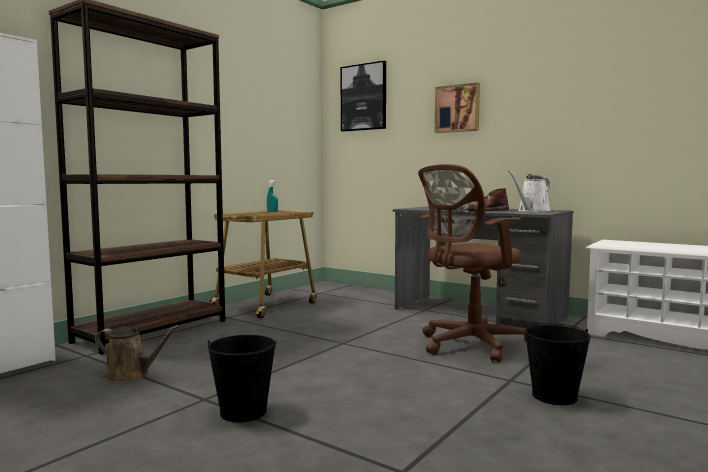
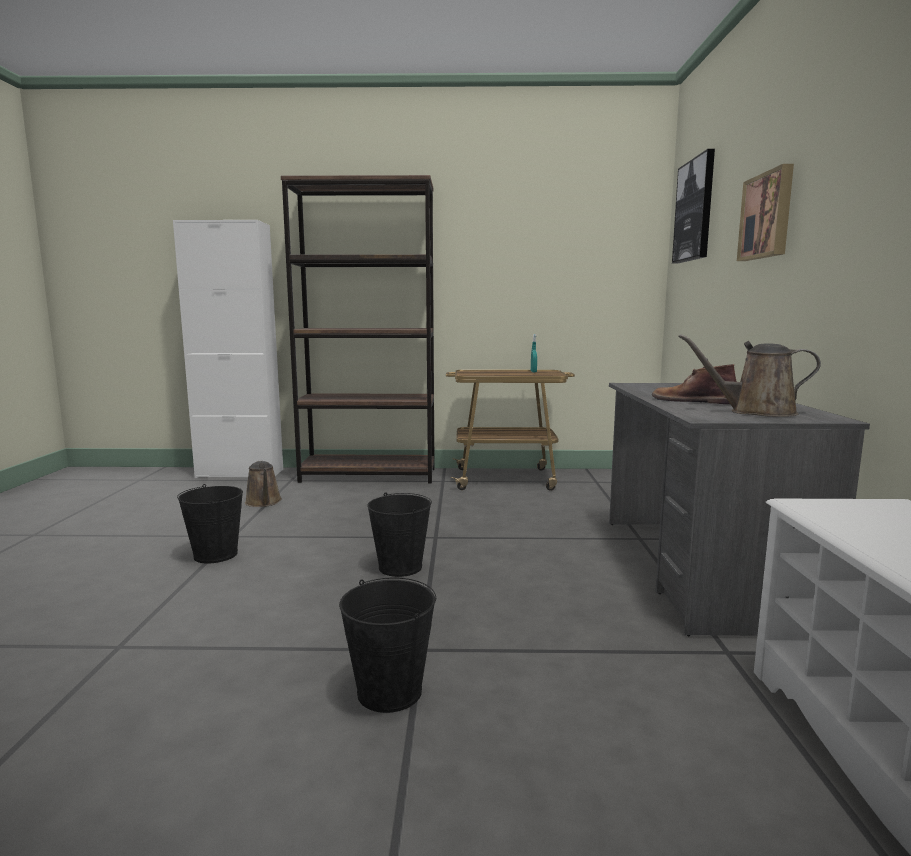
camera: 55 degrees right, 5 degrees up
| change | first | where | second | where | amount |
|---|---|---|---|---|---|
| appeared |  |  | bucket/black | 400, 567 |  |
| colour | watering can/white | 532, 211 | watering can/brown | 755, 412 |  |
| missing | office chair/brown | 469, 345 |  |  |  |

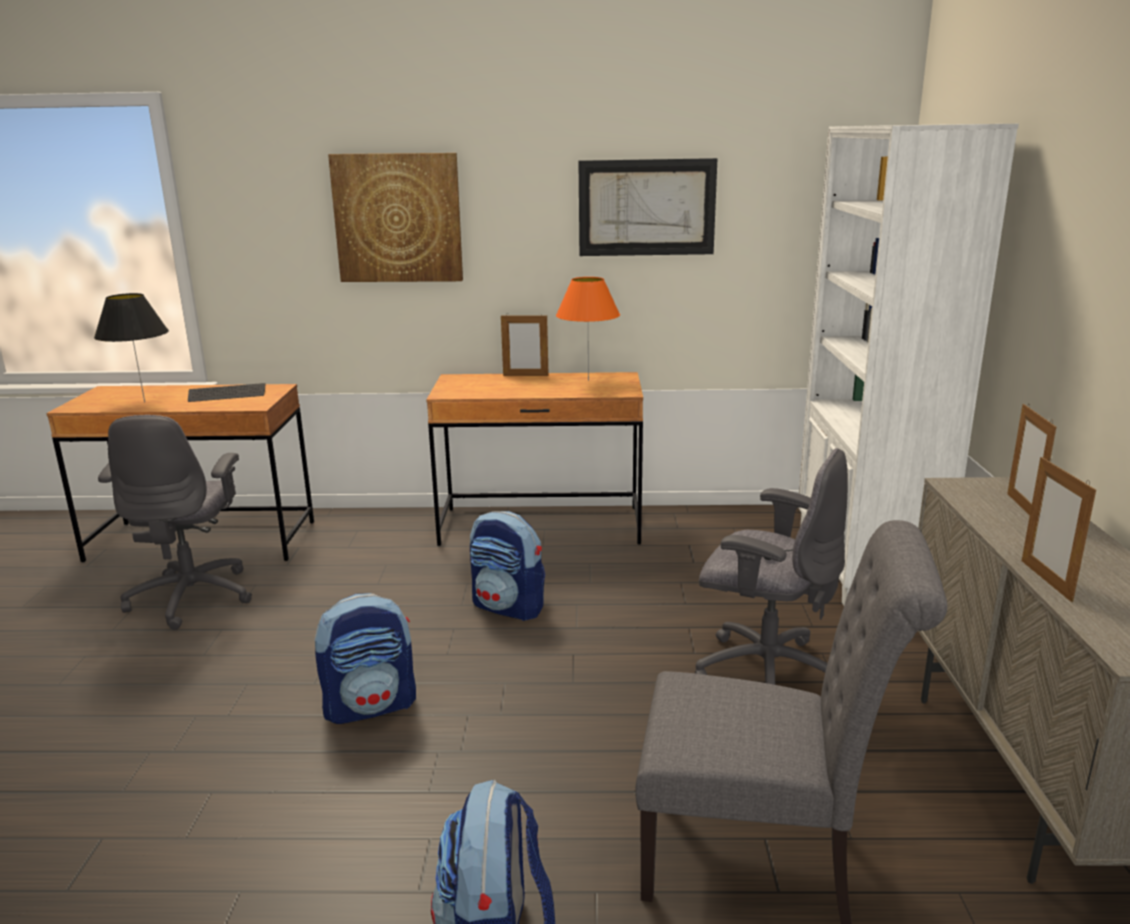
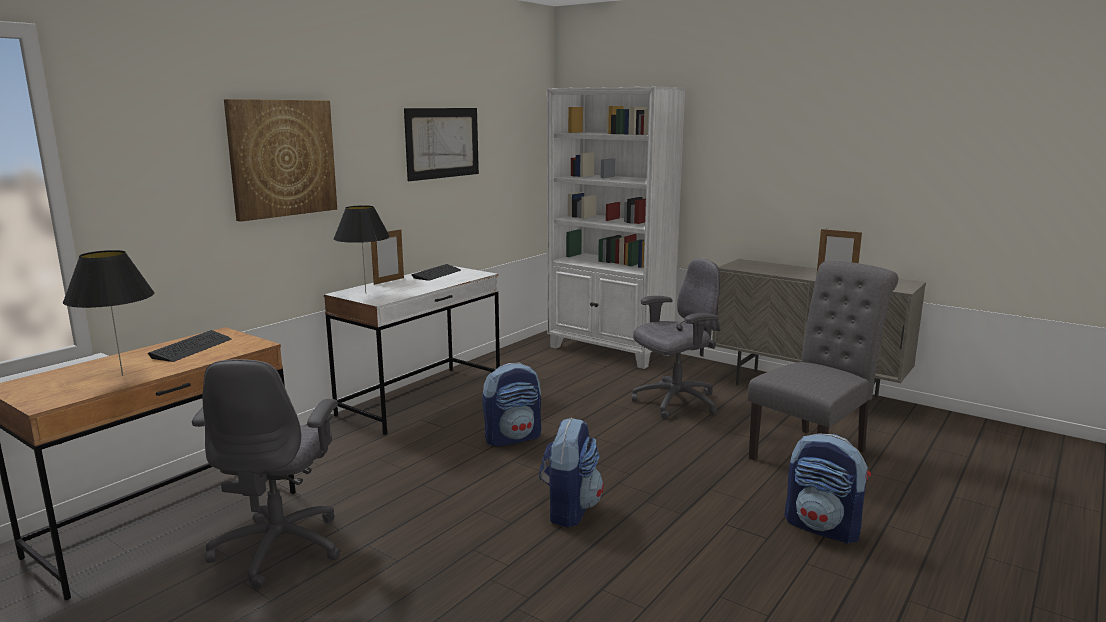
camera: 55 degrees left, 5 degrees down
| change | first | where | second | where | amount |
|---|---|---|---|---|---|
| spun | office chair/grey | 193, 596 |  | 281, 547 | 60 degrees clockwise |
| colour | desk/brown | 541, 526 | desk/white | 422, 399 |  |
| appeared |  |  | table lamp/black | 366, 293 |  |
| exchanged | table lamp/orange | 588, 380 | keyboard | 437, 274 |  |
| missing | picture frame | 1022, 507 |  |  |  |

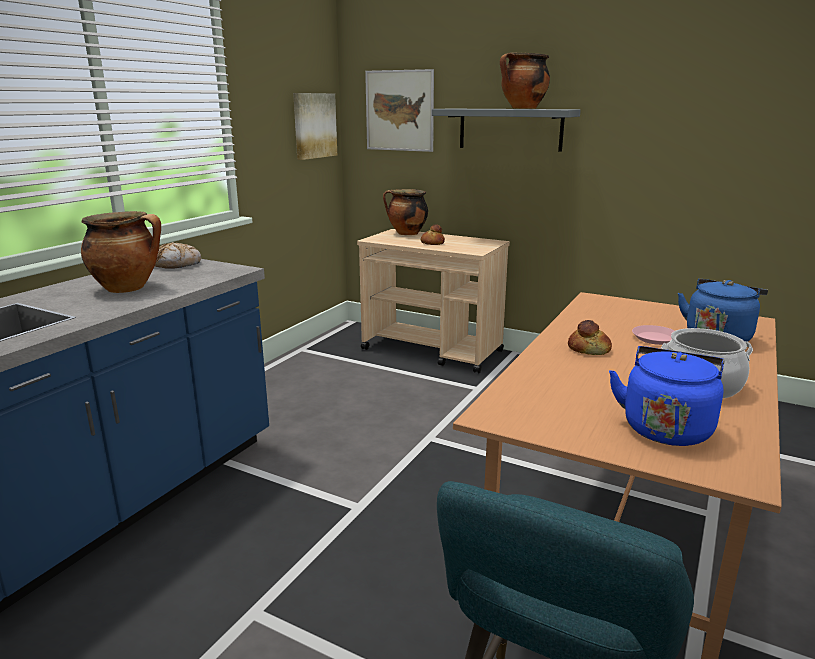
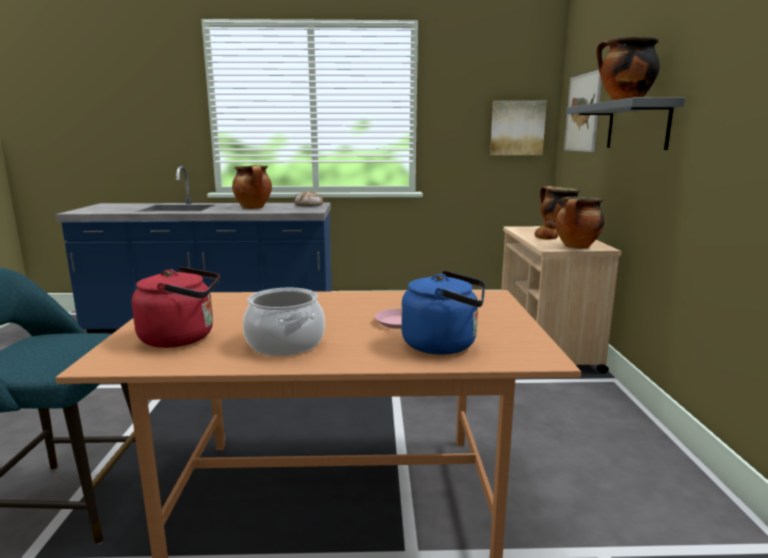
camera: 60 degrees right, 5 degrees down
| change | first | where | second | where | amount |
|---|---|---|---|---|---|
| colour | kettle/blue | 666, 427 | kettle/red | 183, 338 |  |
| appeared |  |  | cooking pot | 577, 247 |  |
| missing | bread | 589, 349 |  |  |  |

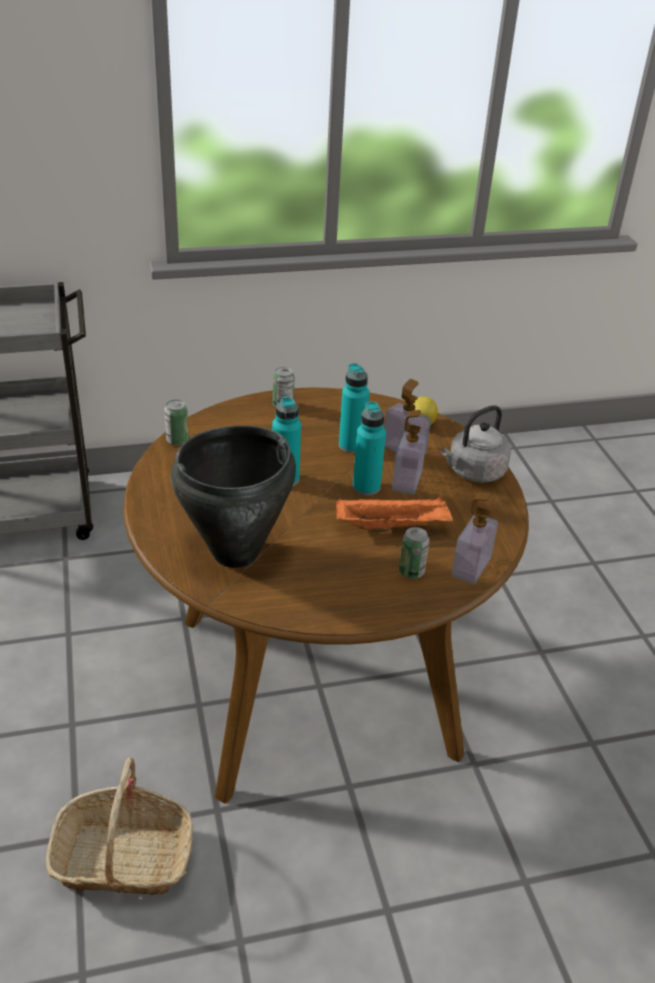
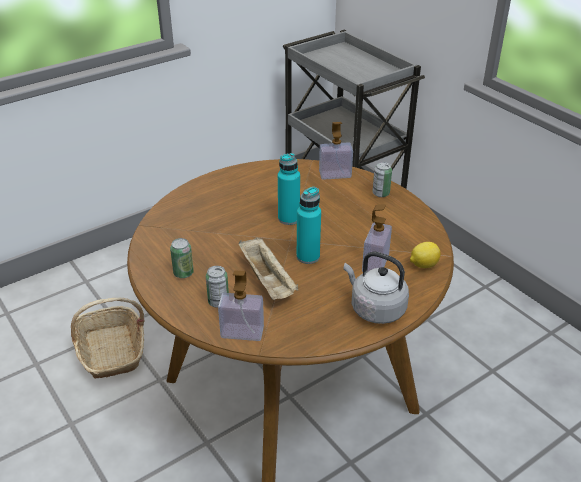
camera: 70 degrees right, 0 degrees up
| change | first | where | second | where | amount |
|---|---|---|---|---|---|
| relocated | can | 177, 440 |  | 183, 273 |  |
| colour | tray/orange | 393, 526 | tray/beige | 268, 281 |  |
| relocated | soap dispenser | 407, 481 |  | 335, 174 |  |
| missing | cooking pot/black | 236, 553 |  |  |  |
| missing | bottle/turquoise | 351, 446 |  |  |  |

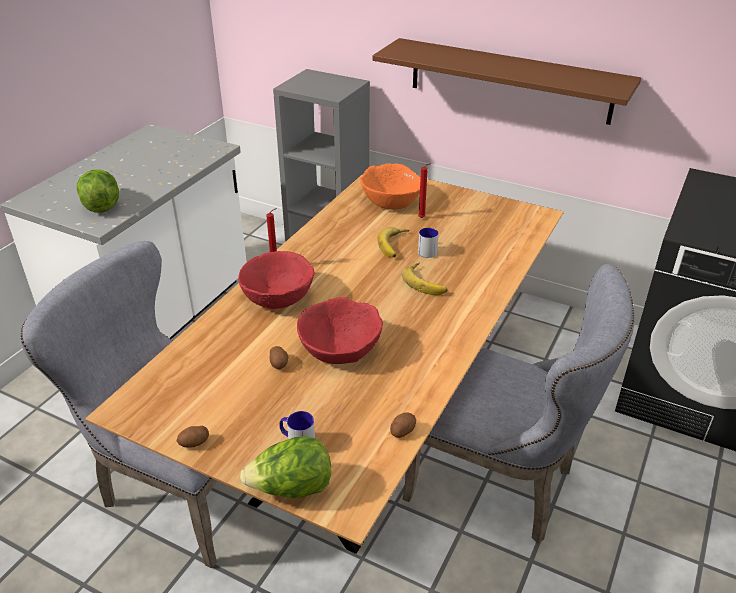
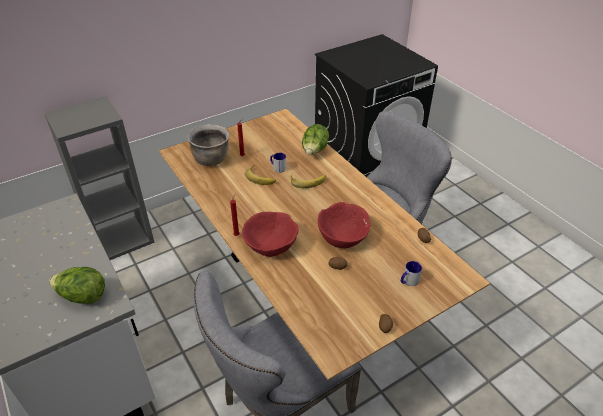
camera: 60 degrees left, 5 degrees up
| change | first | where | second | where | amount |
|---|---|---|---|---|---|
| exchanged | bowl/orange | 391, 201 | cooking pot/brown | 211, 159 |  |
| relocated | lettuce | 291, 489 |  | 314, 151 |  |
| missing | shelf/brown | 509, 81 |  |  |  |

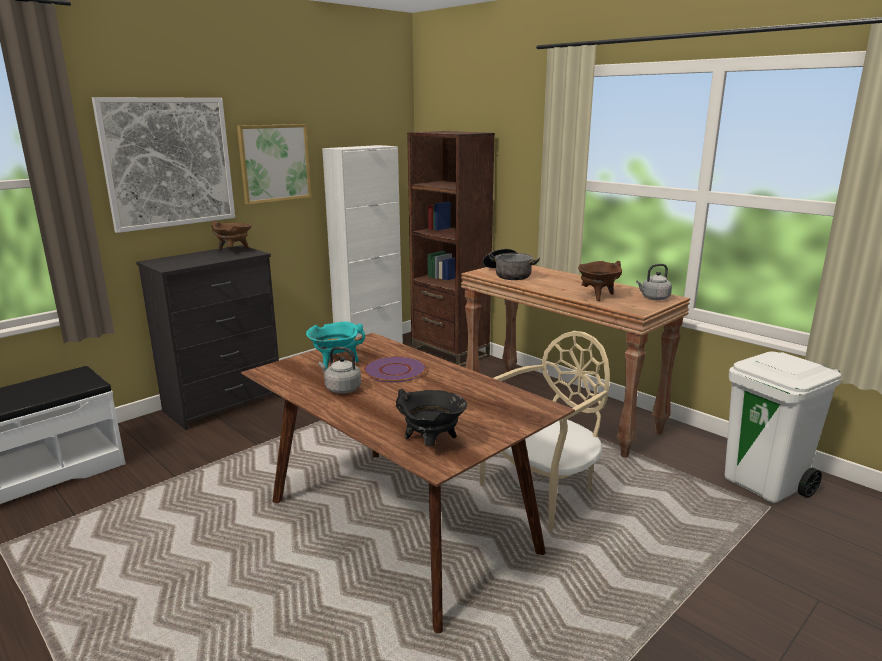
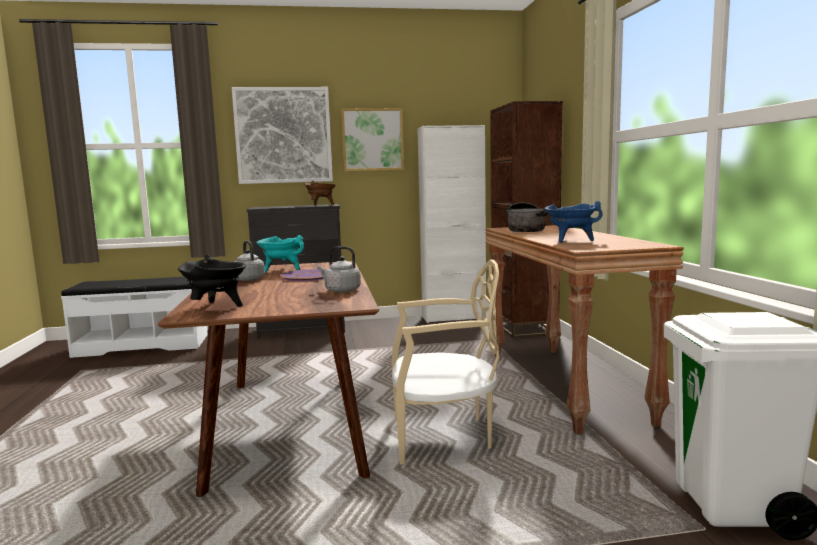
camera: 35 degrees right, 10 degrees down
| change | first | where | second | where | amount |
|---|---|---|---|---|---|
| relocated | kettle/grey | 653, 298 |  | 340, 290 |  |
| colour | cooking pot/brown | 597, 296 | cooking pot/blue | 570, 241 |  |

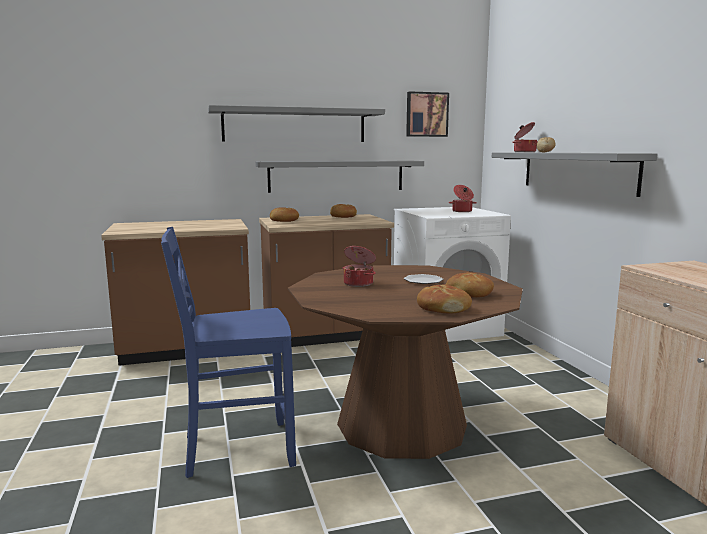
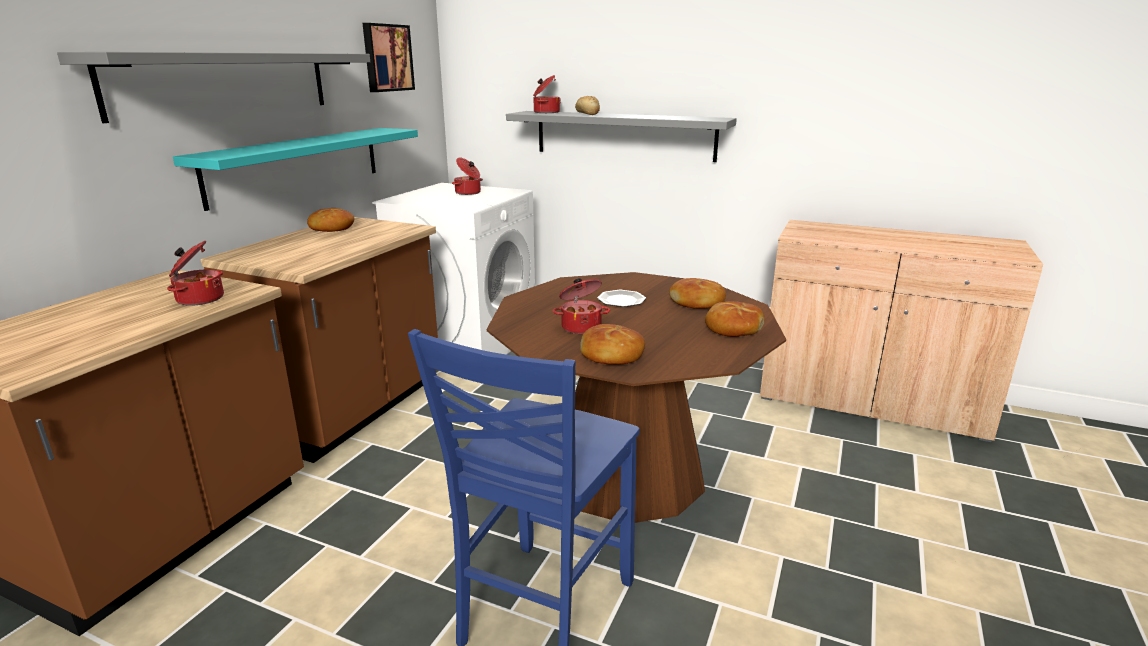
camera: 50 degrees left, 10 degrees up
| change | first | where | second | where | amount |
|---|---|---|---|---|---|
| appeared |  |  | cooking pot | 199, 299 |  |
| colour | shelf/grey | 336, 176 | shelf/turquoise | 297, 164 |  |
| relocated | bread | 284, 220 |  | 611, 355 |  |

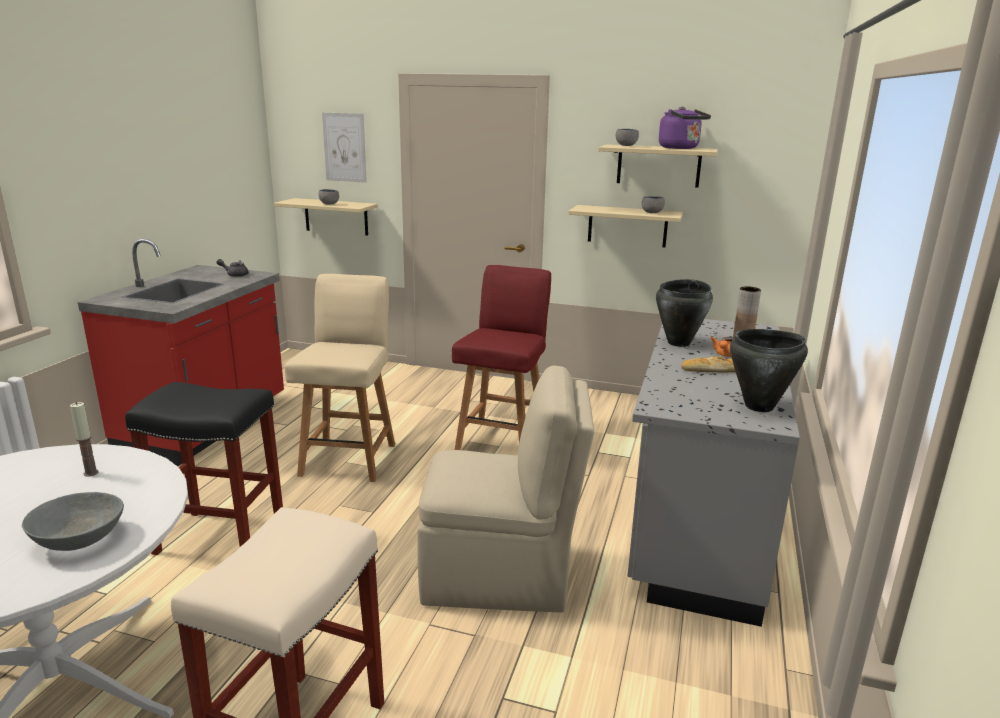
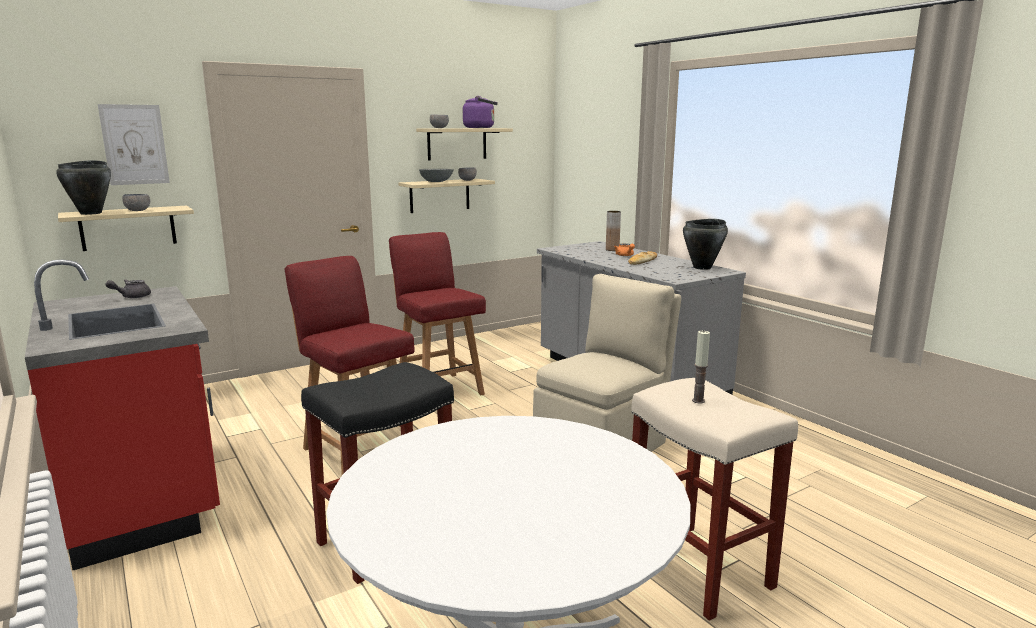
camera: 50 degrees left, 5 degrees down
| change | first | where | second | where | amount |
|---|---|---|---|---|---|
| relocated | cooking pot/black | 679, 343 |  | 91, 213 |  |
| colour | chair/beige | 349, 458 | chair/red | 357, 448 |  |
| relocated | bowl/grey | 78, 540 |  | 436, 181 |  |
| relocated | candle | 91, 473 |  | 698, 401 |  |

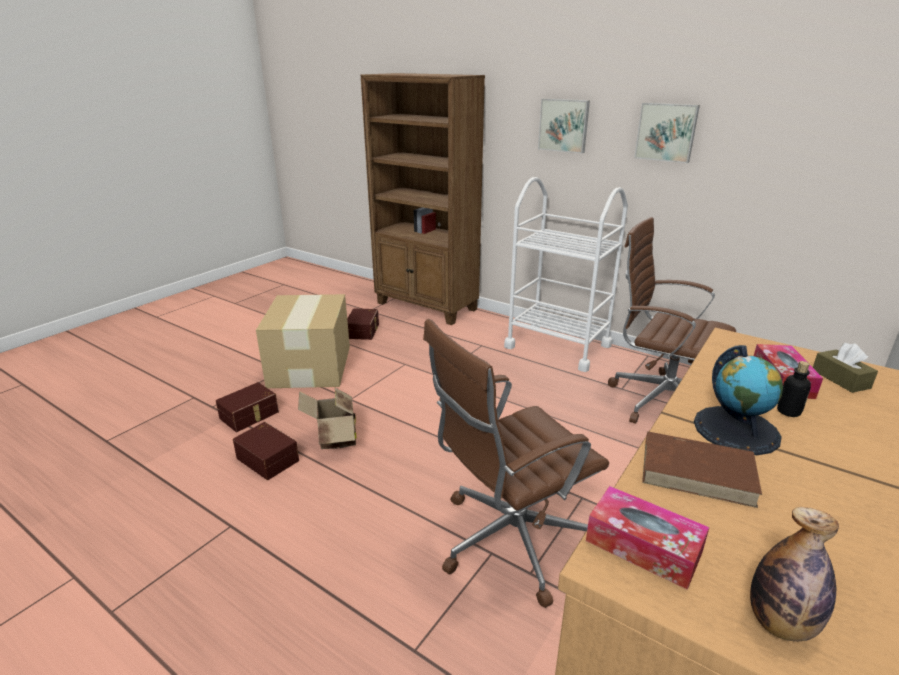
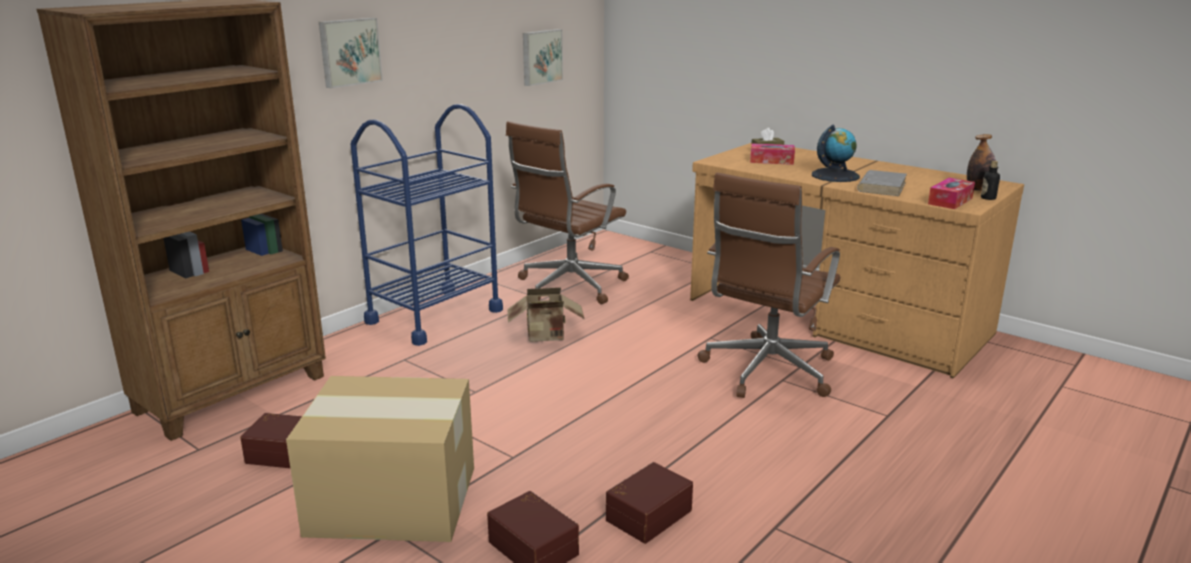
camera: 85 degrees left, 5 degrees down
| change | first | where | second | where | amount |
|---|---|---|---|---|---|
| colour | cart/white | 557, 346 | cart/blue | 434, 316 |  |
| relocated | cardboard box | 334, 439 |  | 547, 336 |  |
| relocated | picture | 666, 132 |  | 541, 56 |  |
| spun | office chair/brown | 509, 540 |  | 766, 371 | 60 degrees clockwise |
| colour | book/brown | 698, 472 | book/grey | 881, 186 |  |
| relocated | bottle | 788, 411 |  | 988, 198 |  |

